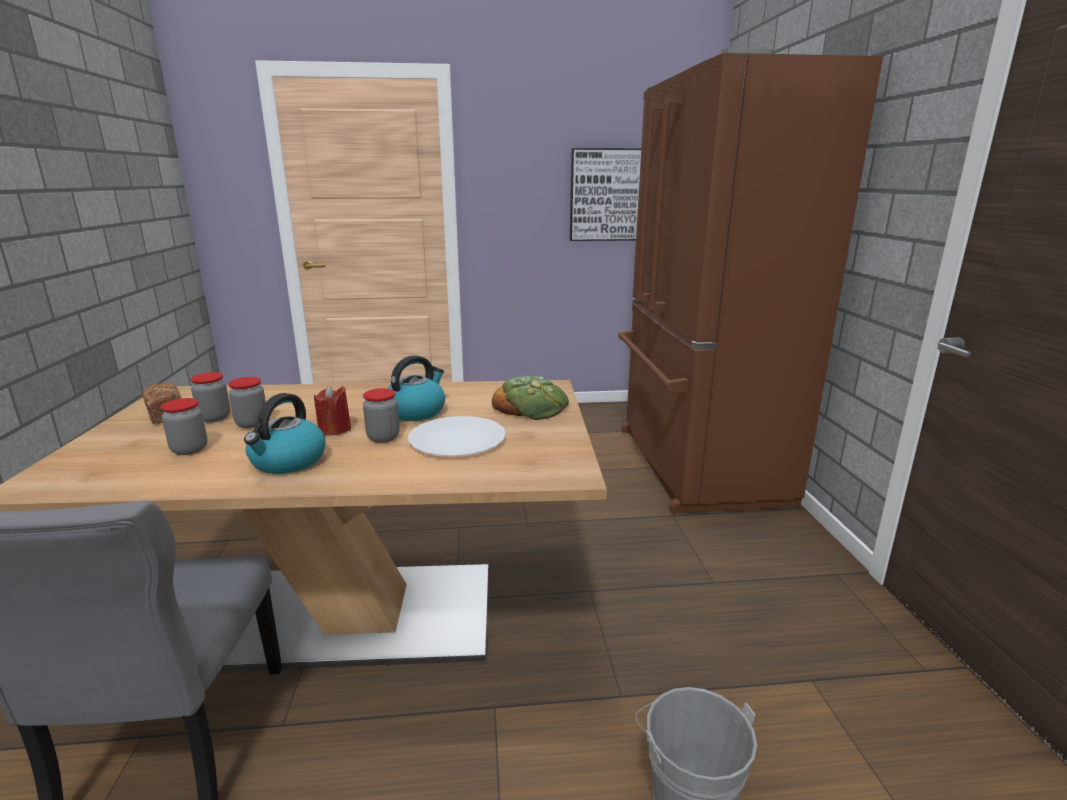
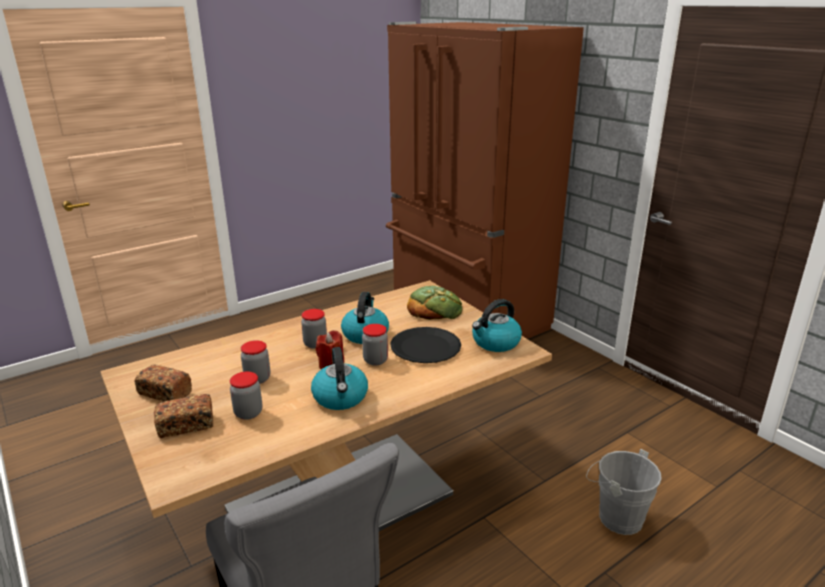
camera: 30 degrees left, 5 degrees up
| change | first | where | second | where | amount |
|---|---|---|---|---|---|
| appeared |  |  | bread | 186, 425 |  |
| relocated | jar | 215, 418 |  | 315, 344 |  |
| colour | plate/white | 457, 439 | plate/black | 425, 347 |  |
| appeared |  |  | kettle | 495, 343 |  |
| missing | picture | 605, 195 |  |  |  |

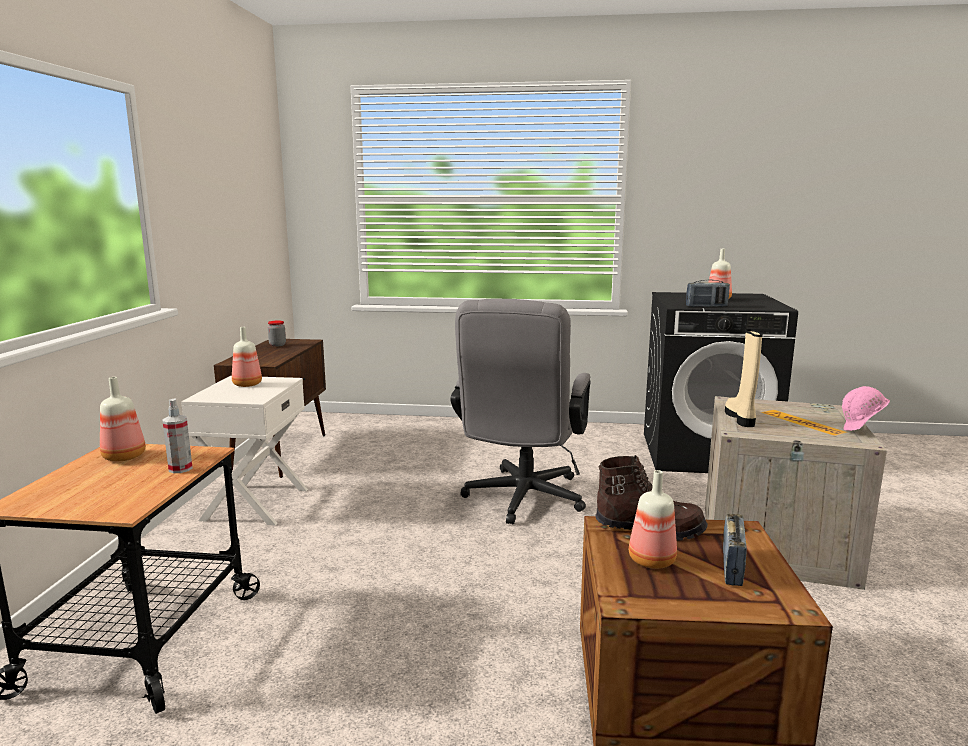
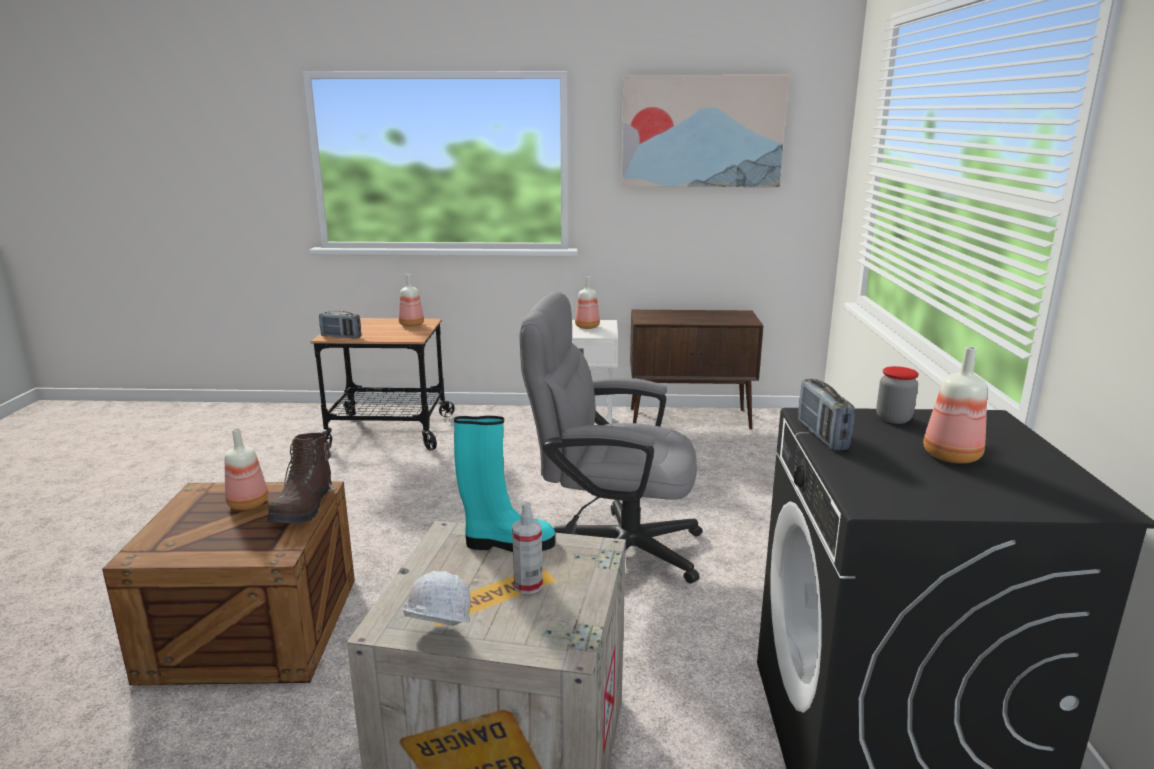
camera: 85 degrees right, 5 degrees up
| change | first | where | second | where | amount |
|---|---|---|---|---|---|
| relocated | radio | 732, 568 |  | 341, 337 |  |
| colour | hard hat/pink | 862, 431 | hard hat/white | 436, 642 |  |
| colour | boot/beige | 741, 418 | boot/turquoise | 507, 544 |  |
| relocated | spray bottle | 180, 469 |  | 528, 585 |  |
| appeared |  |  | picture | 702, 131 |  |
| relocated | jar | 277, 345 |  | 893, 418 |  |

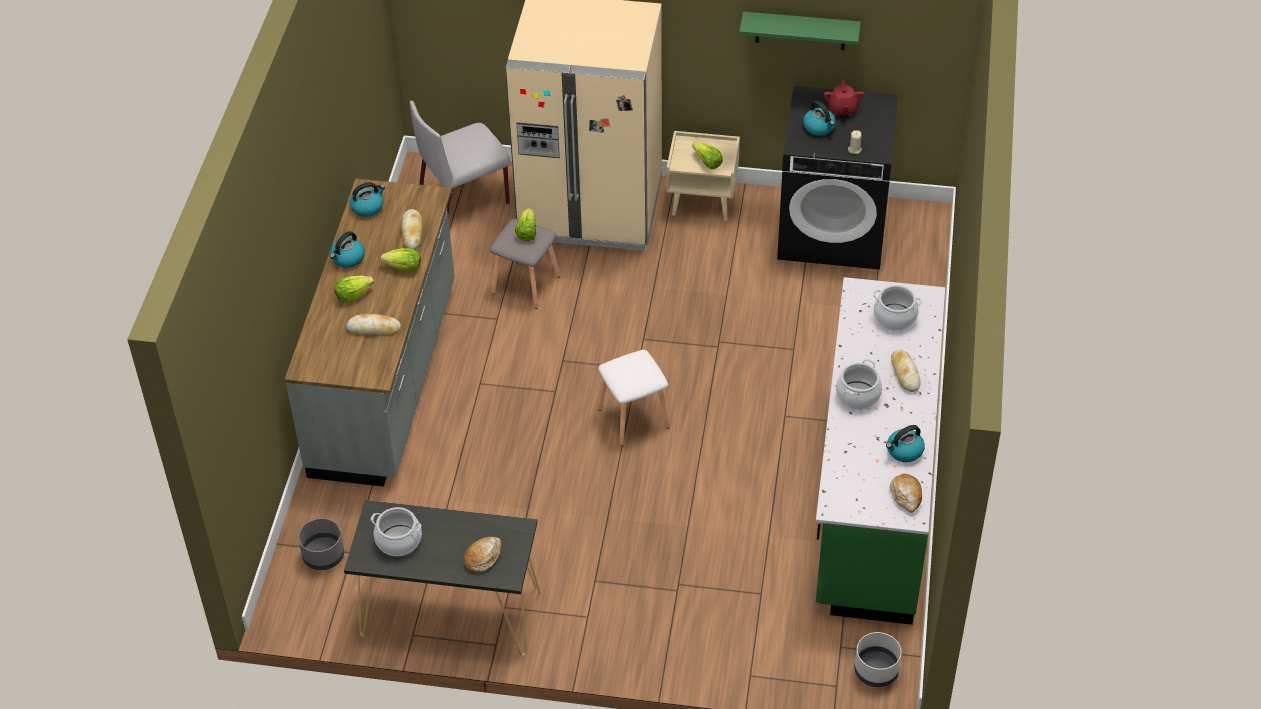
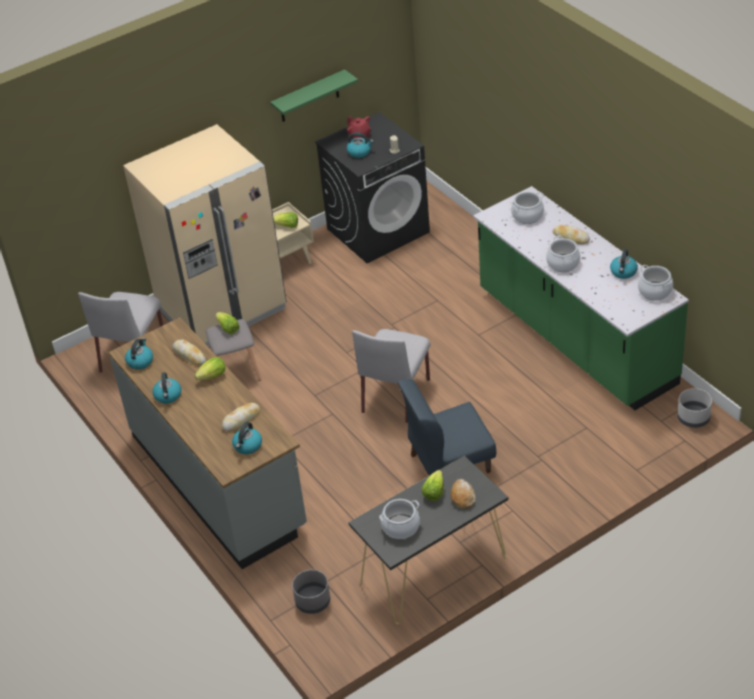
camera: 40 degrees left, 5 degrees down
| change | first | where | second | where | amount |
|---|---|---|---|---|---|
| appeared |  |  | kettle | 247, 446 |  |
| exchanged | stool/white | 632, 417 | chair/grey | 396, 395 |  |
| appeared |  |  | chair/blue | 449, 463 |  |
| relocated | lettuce | 353, 295 |  | 434, 493 |  |
| exchanged | bread | 906, 496 | cooking pot | 655, 291 |  |

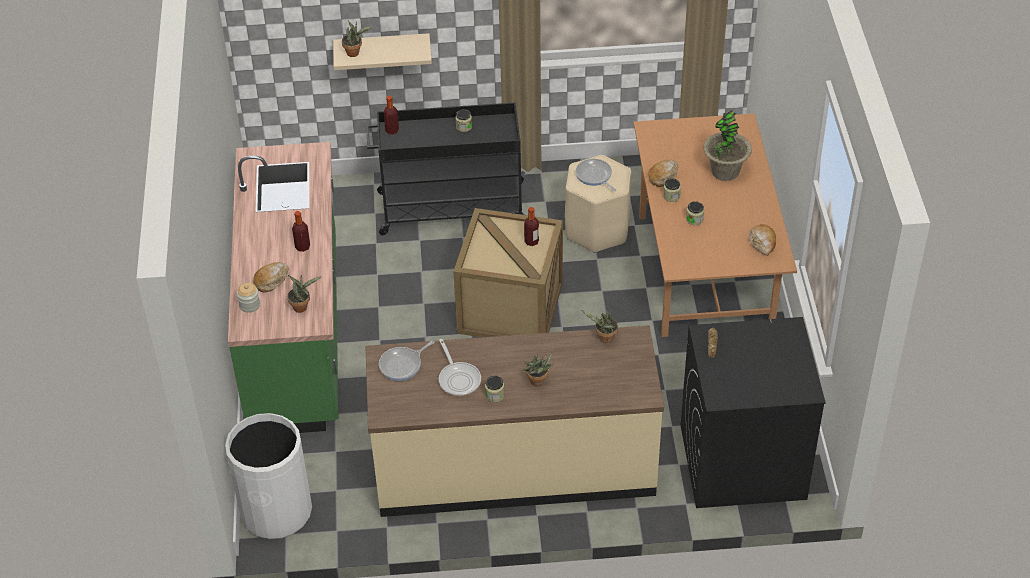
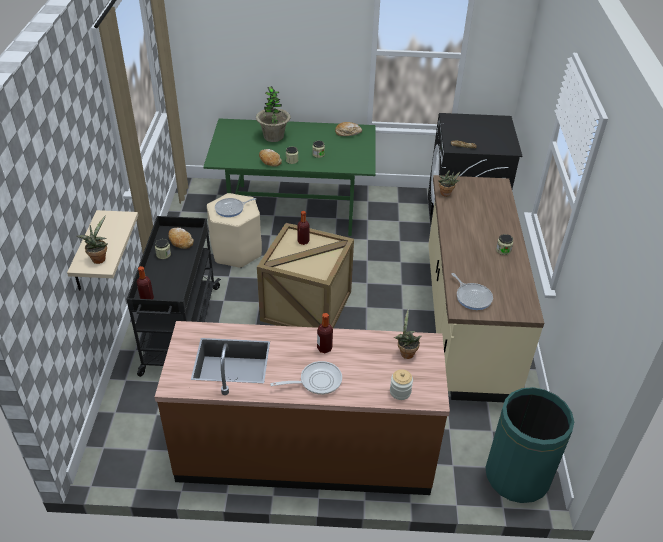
camera: 85 degrees left, 5 degrees down
| change | first | where | second | where | amount |
|---|---|---|---|---|---|
| colour | counter/green | 297, 333 | counter/brown | 305, 450 |  |
| relocated | bread | 271, 280 |  | 180, 241 |  |
| colour | dining table/brown | 703, 269 | dining table/green | 293, 209 |  |
| relocated | frying pan | 458, 379 |  | 317, 381 |  |
| colour | trash can/white | 276, 511 | trash can/green | 517, 476 |  |
| missing | potted plant | 538, 382 |  |  |  |

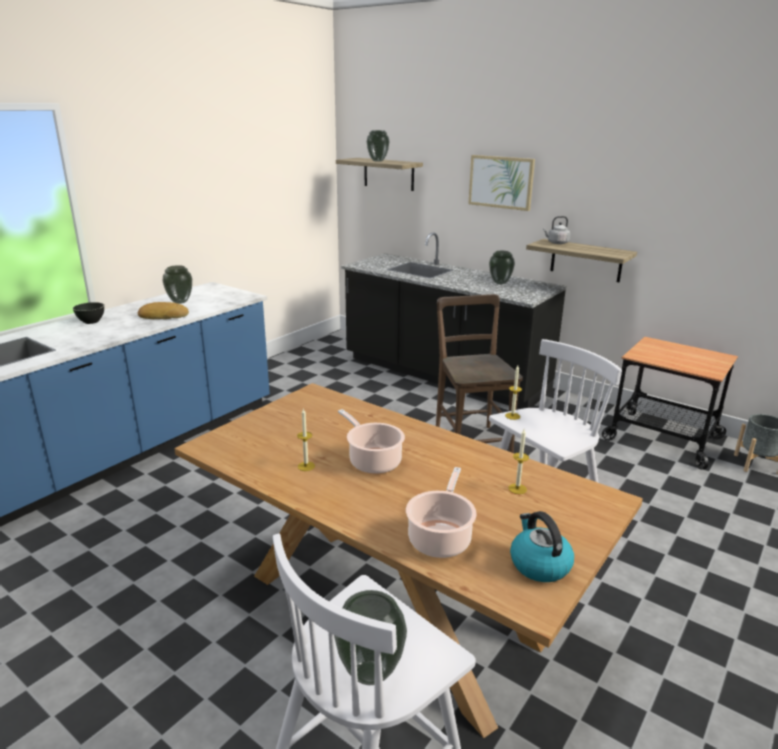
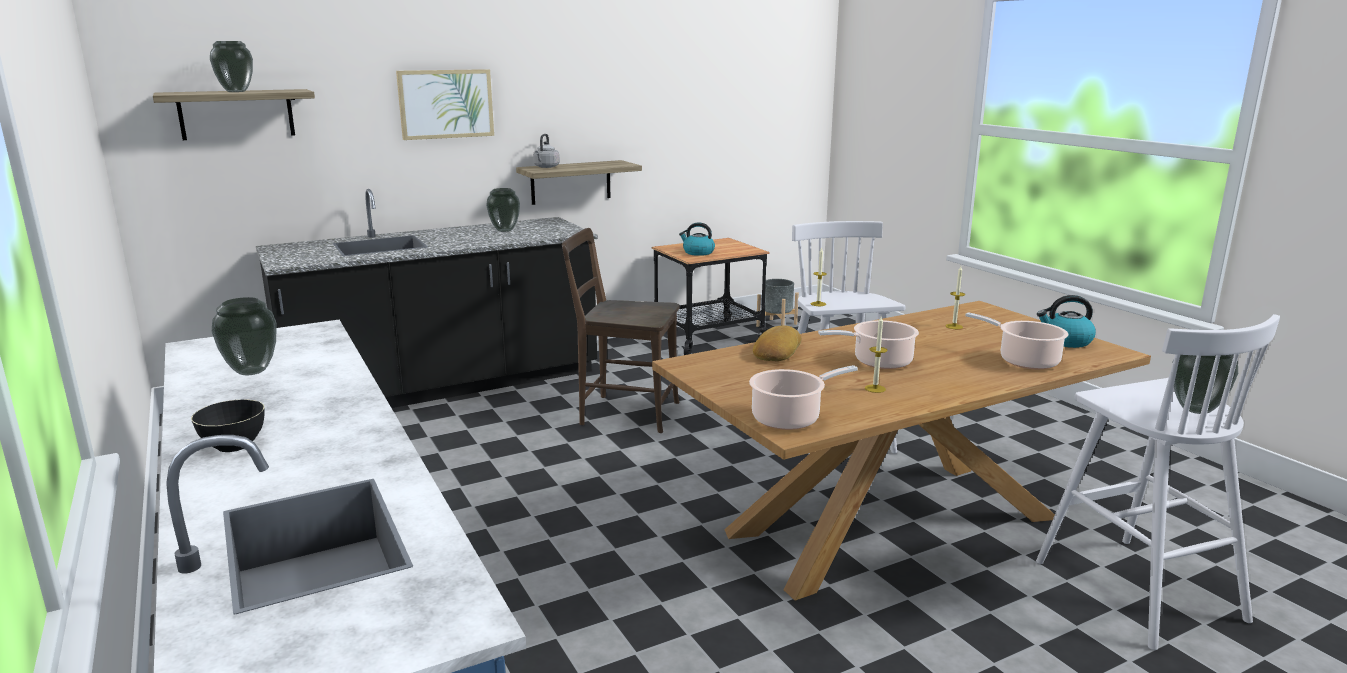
camera: 65 degrees left, 5 degrees down
| change | first | where | second | where | amount |
|---|---|---|---|---|---|
| appeared |  |  | kettle | 698, 252 |  |
| appeared |  |  | cooking pot | 790, 418 |  |
| relocated | bread | 163, 316 |  | 776, 351 |  |

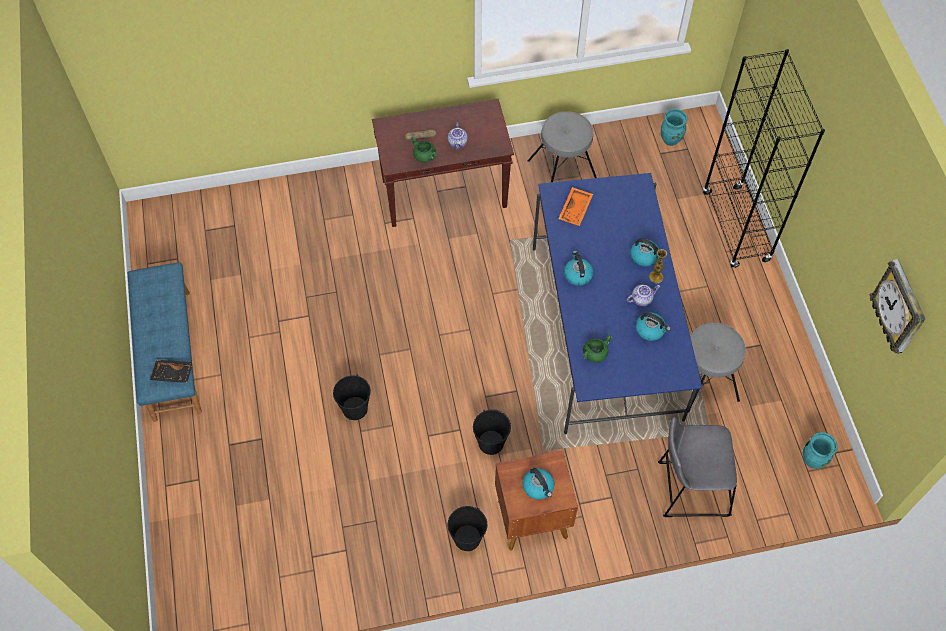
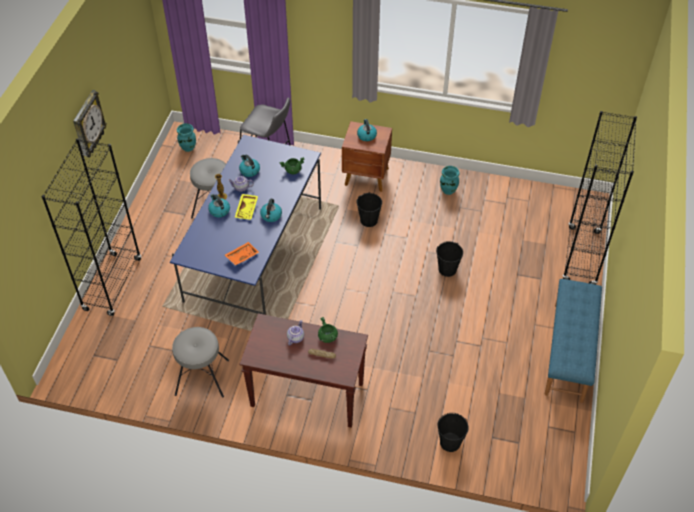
camera: 155 degrees left, 10 degrees down
| change | first | where | second | where | amount |
|---|---|---|---|---|---|
| relocated | wall clock | 899, 308 |  | 88, 125 |  |
| appeared |  |  | tray/yellow | 247, 209 |  |
| relocated | bucket/black | 467, 538 |  | 450, 442 |  |
| relocated | vase/turquoise | 671, 140 |  | 448, 190 |  |
| appeared |  |  | bookcase/black | 581, 256 |  |
| missing | tray/black | 172, 374 |  |  |  |

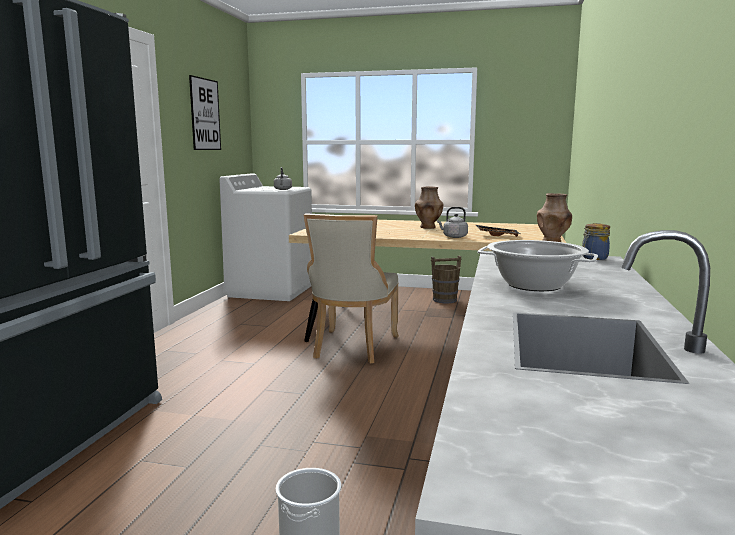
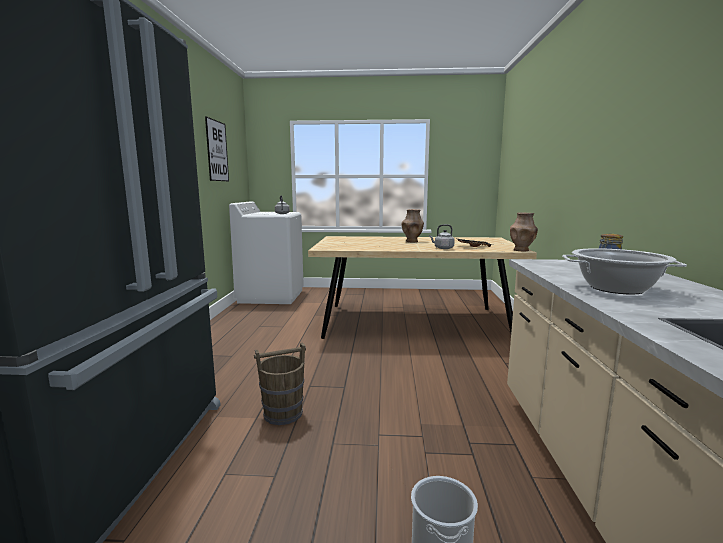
camera: 10 degrees left, 0 degrees up
| change | first | where | second | where | amount |
|---|---|---|---|---|---|
| relocated | bucket/brown | 444, 300 |  | 282, 414 |  |
| missing | chair/beige | 352, 348 |  |  |  |

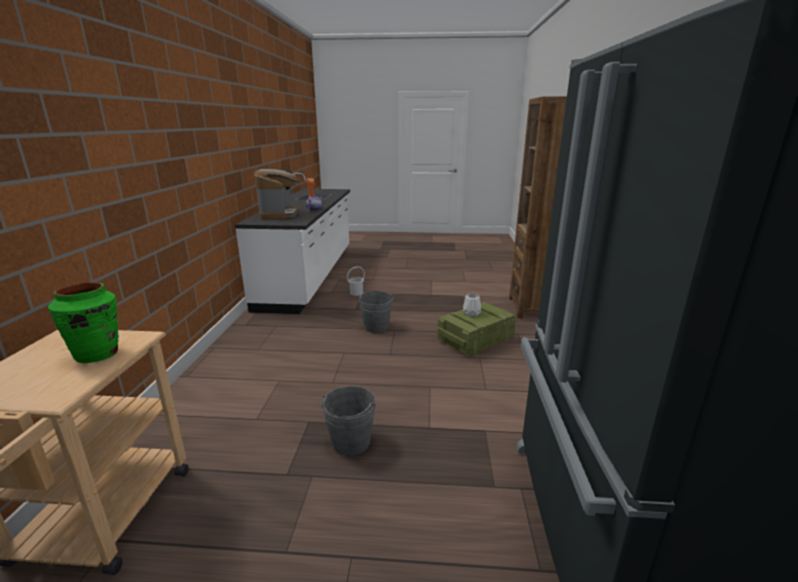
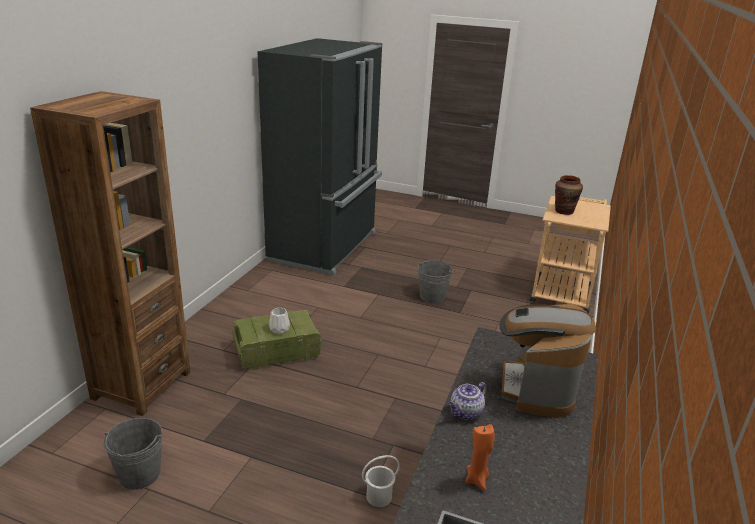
camera: 165 degrees left, 5 degrees up
| change | first | where | second | where | amount |
|---|---|---|---|---|---|
| relocated | bucket/grey | 376, 327 |  | 139, 474 |  |
| colour | vase/green | 97, 354 | vase/brown | 564, 211 |  |

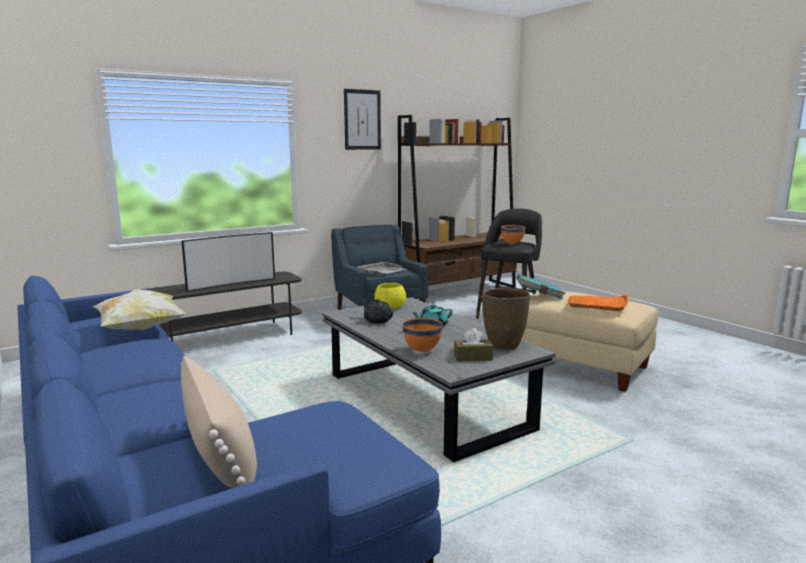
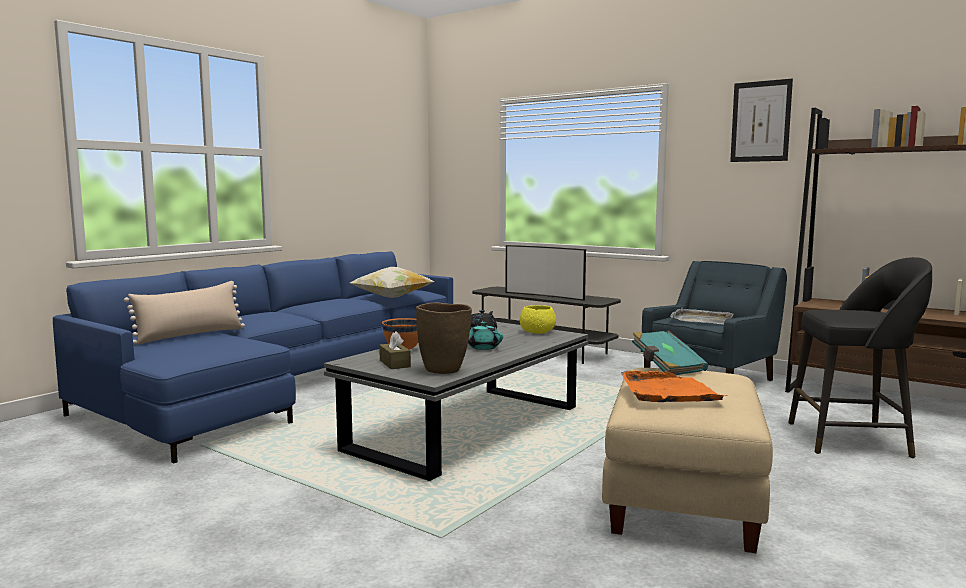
camera: 70 degrees right, 5 degrees down
| change | first | where | second | where | amount |
|---|---|---|---|---|---|
| missing | bowl/orange | 512, 243 |  |  |  |

